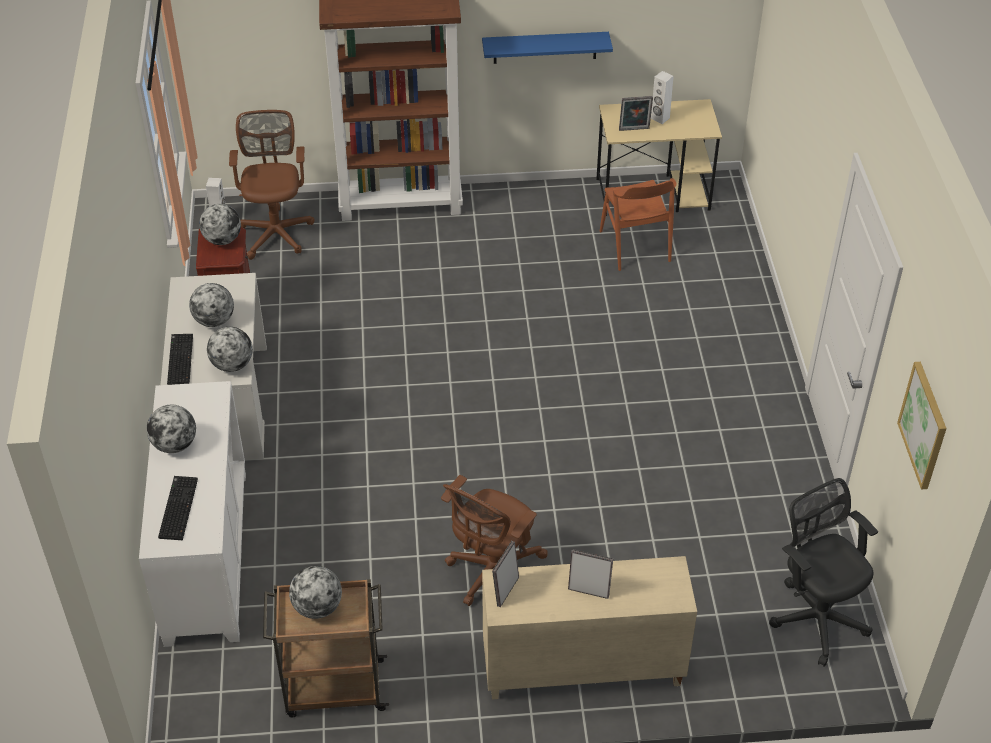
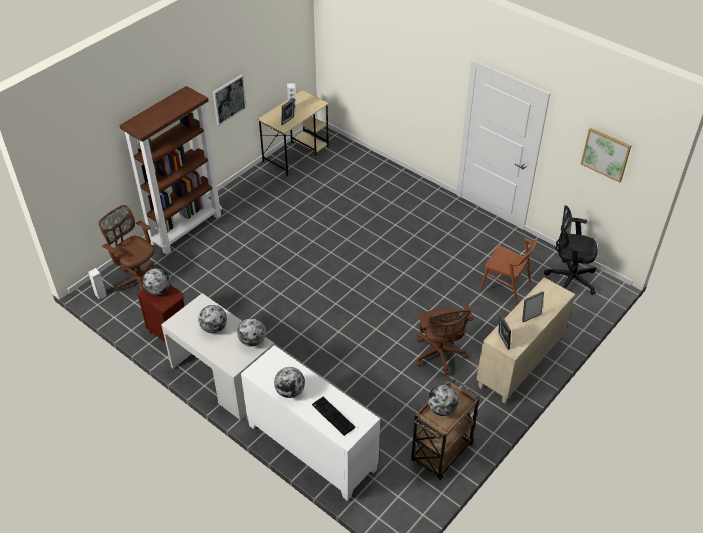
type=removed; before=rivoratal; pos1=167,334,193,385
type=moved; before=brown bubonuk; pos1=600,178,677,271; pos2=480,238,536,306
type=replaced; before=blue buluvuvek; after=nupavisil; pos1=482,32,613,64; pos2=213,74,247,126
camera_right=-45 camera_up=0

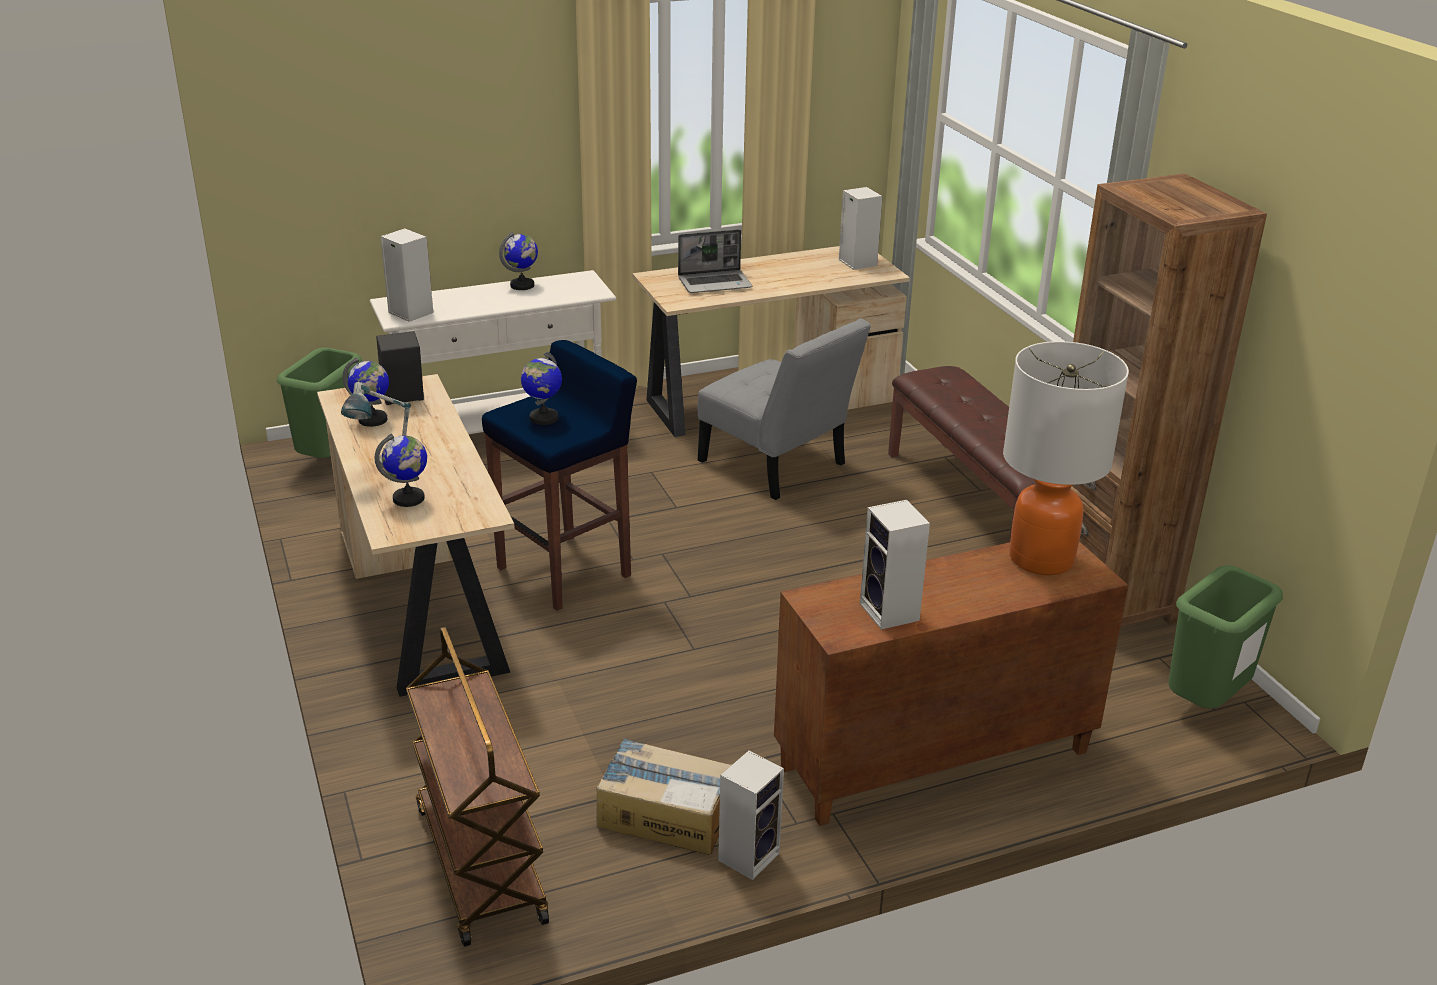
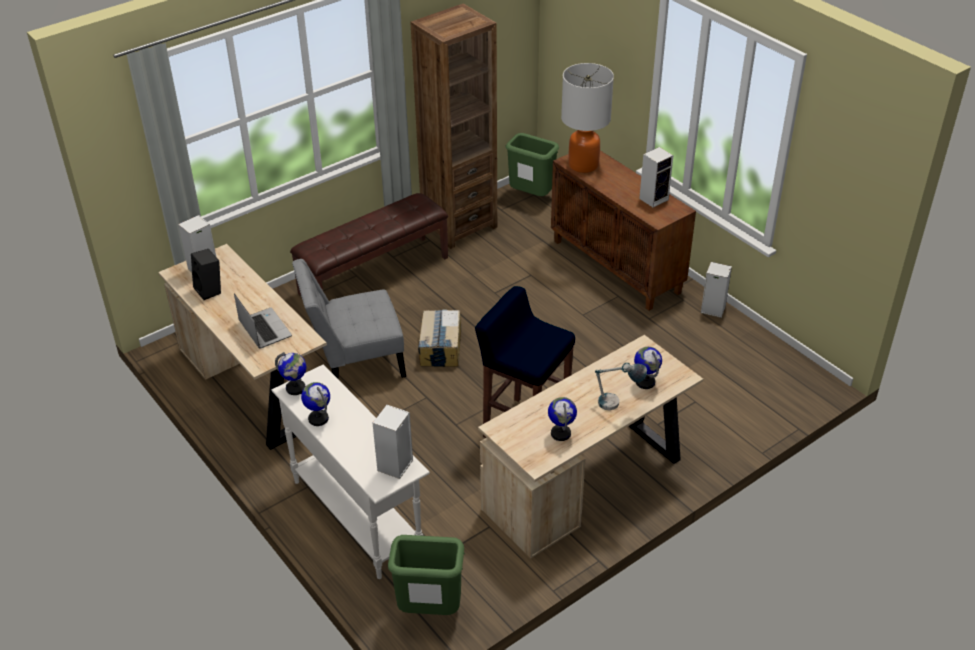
type=removed; before=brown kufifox; pos1=406,627,549,947
type=moved; before=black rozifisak; pos1=376,331,424,405; pos2=191,249,221,300
type=moved; before=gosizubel; pos1=521,352,562,425; pos2=275,352,306,395
type=moved; before=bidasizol; pos1=596,738,733,854; pos2=418,309,461,367
type=turned; before=grey bubonuk; pos1=697,319,871,500; pos2=292,259,406,379; turn=-135
camera_right=-105 camera_up=10

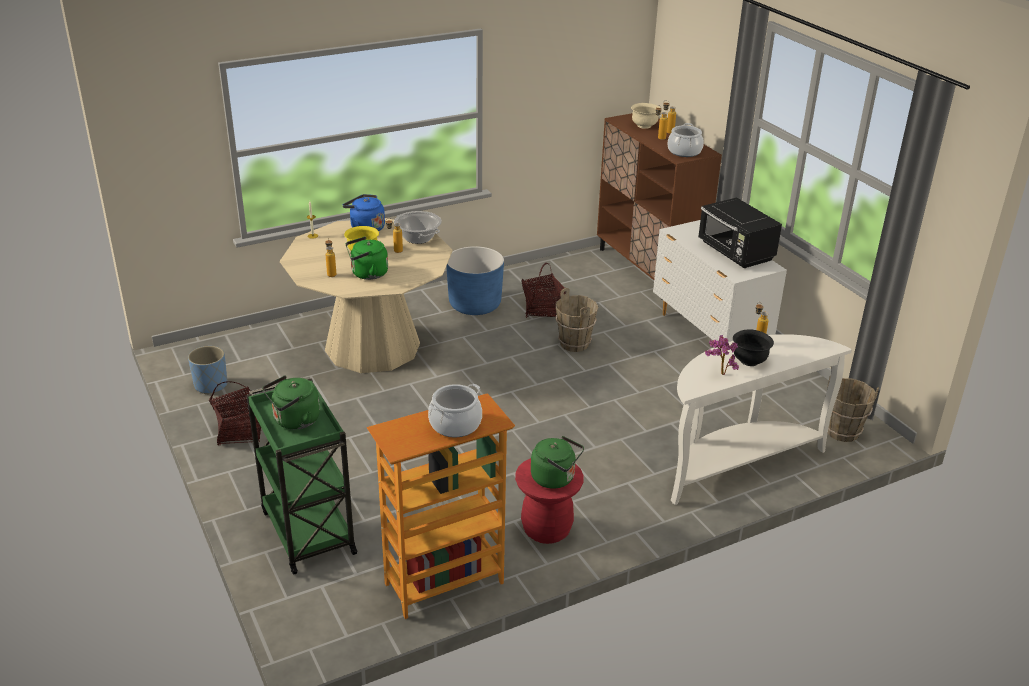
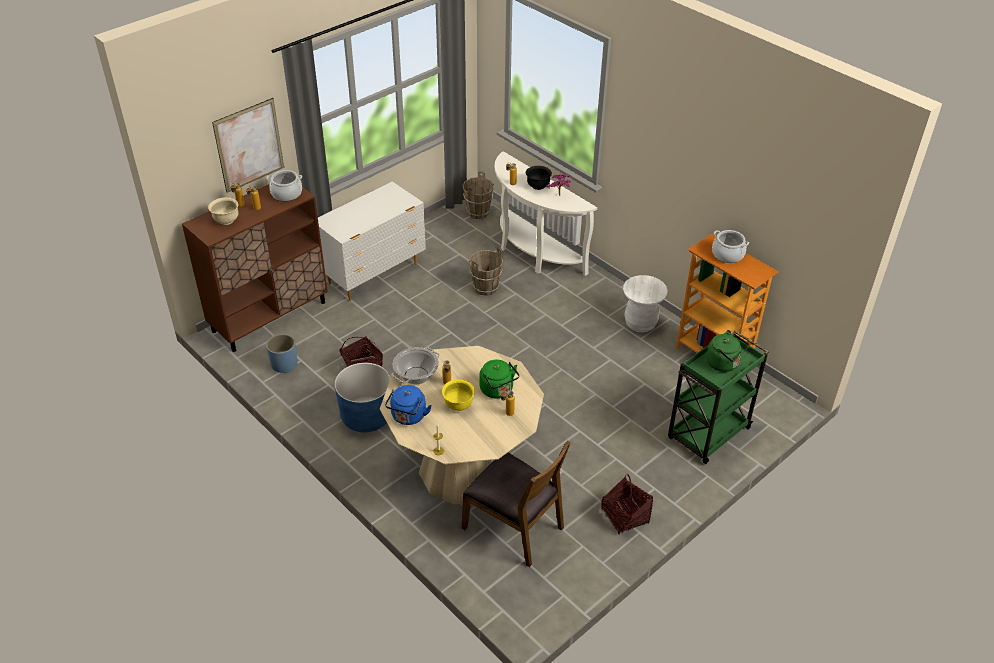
type=removed; before=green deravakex; pos1=531,436,584,489
type=removed; before=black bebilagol; pos1=698,198,782,268
type=added; after=nupavisil; pos2=212,98,284,193
type=added; after=brown bubonuk; pos2=462,441,570,567
type=moved; before=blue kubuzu; pos1=188,346,227,395; pos2=266,334,298,374
type=moved; before=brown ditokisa; pos1=556,288,598,352; pos2=469,247,503,296
type=recoloured; before=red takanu; after=white takanu; pos1=515,458,584,544; pos2=623,275,668,332
camera_right=-105 camera_up=10

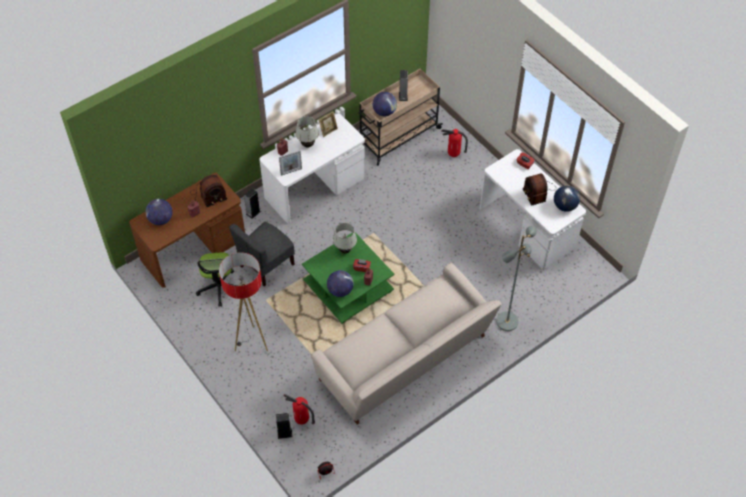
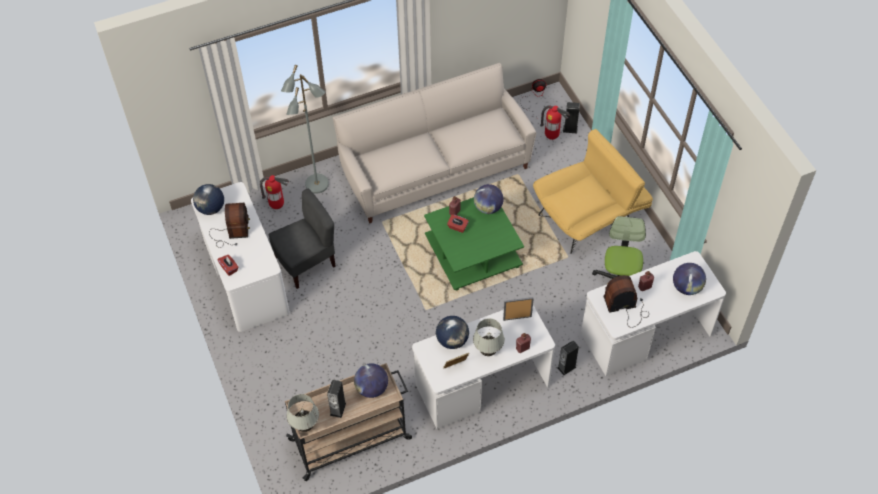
type=added; after=gosizubel; pos2=436,316,469,349
type=moved; before=grey bubonuk; pos1=229,222,295,286; pos2=268,189,336,289
type=moved; before=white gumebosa; pos1=333,223,357,253; pos2=286,394,319,432
type=moved; before=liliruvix; pos1=441,129,468,157; pos2=260,175,289,209
type=replaced; before=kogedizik; after=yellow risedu; pos1=219,252,268,351; pos2=533,129,653,254
type=recoloured; before=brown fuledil; after=white fuledil; pos1=129,173,245,288; pos2=581,251,726,376
camera_right=-165 camera_up=0

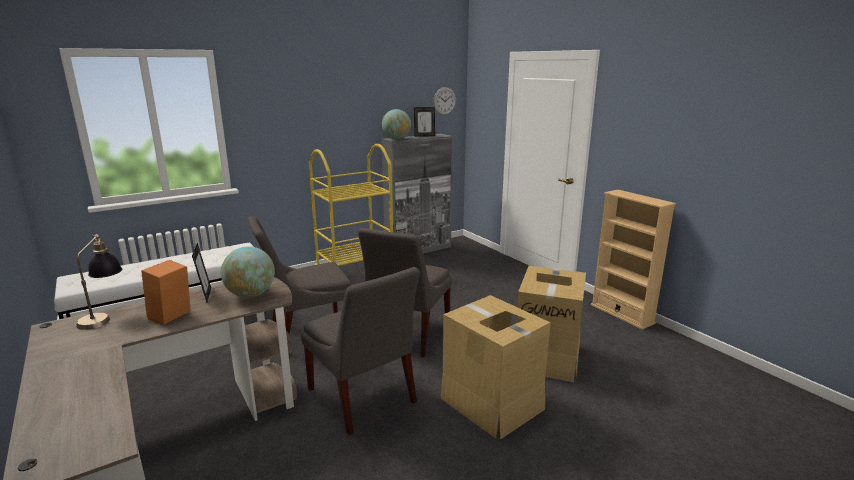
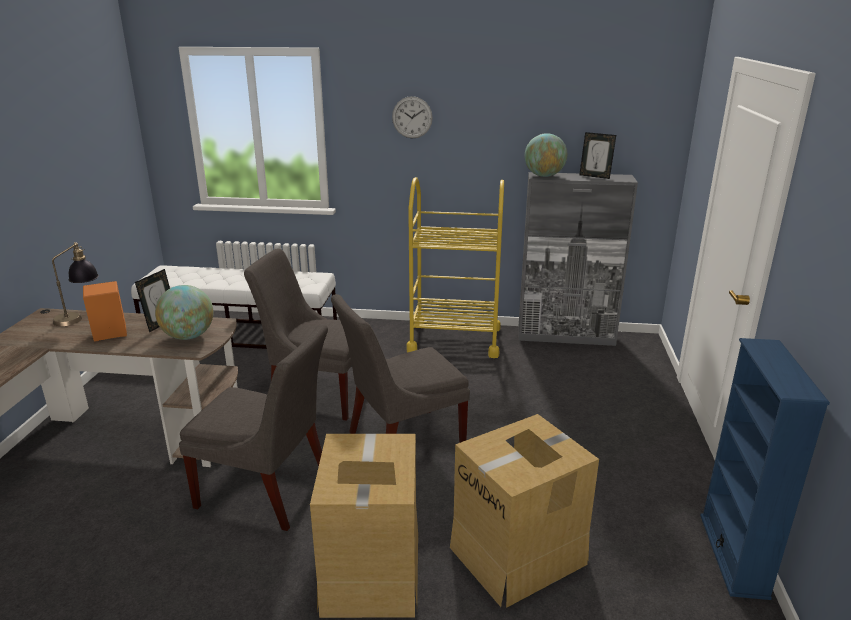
type=moved; before=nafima; pos1=433,87,456,115; pos2=392,96,433,138
type=recoloured; before=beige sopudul; after=blue sopudul; pos1=591,190,676,330; pos2=700,338,830,600
type=turned; before=grey bubonuk; pos1=301,267,420,435; pos2=179,324,328,531; turn=-75
camera_right=40 camera_up=5

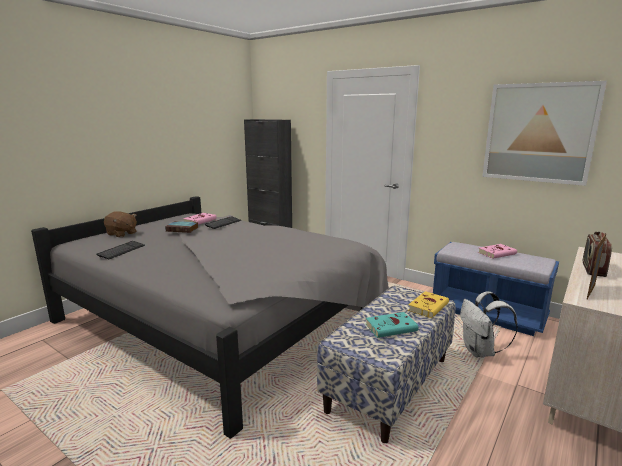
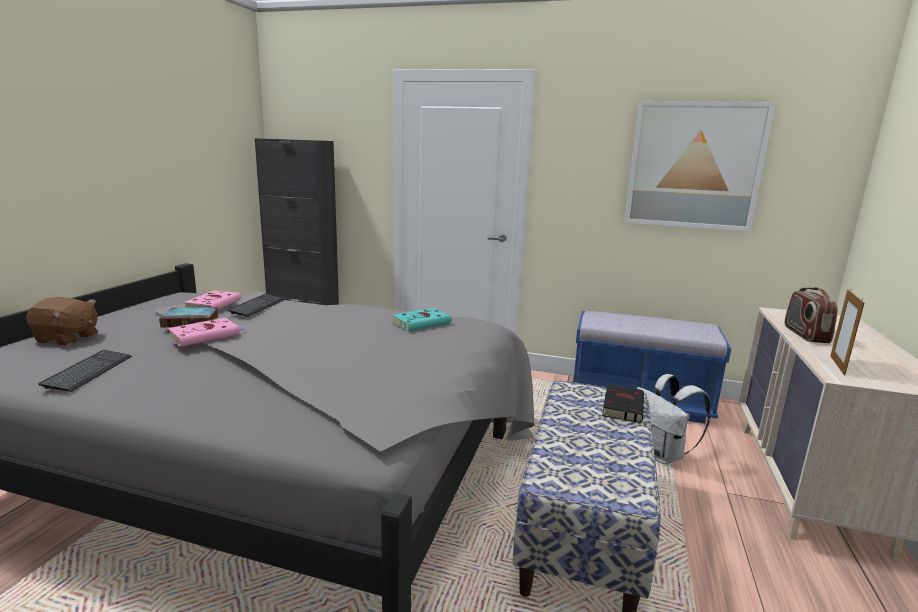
type=moved; before=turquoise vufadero; pos1=366,312,420,338; pos2=392,308,452,332
type=moved; before=pink vufadero; pos1=478,244,517,259; pos2=168,318,244,347
type=recoloured; before=yellow vufadero; after=black vufadero; pos1=408,291,449,318; pos2=602,384,644,423
camera_right=-20 camera_up=0

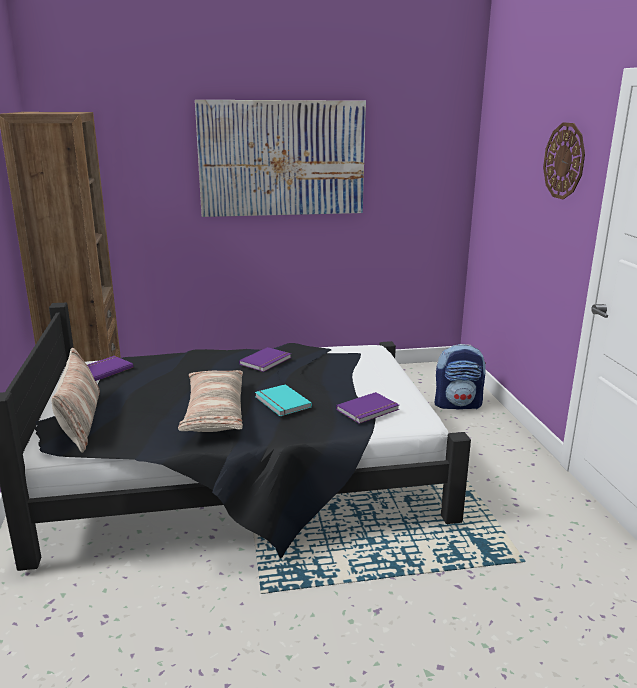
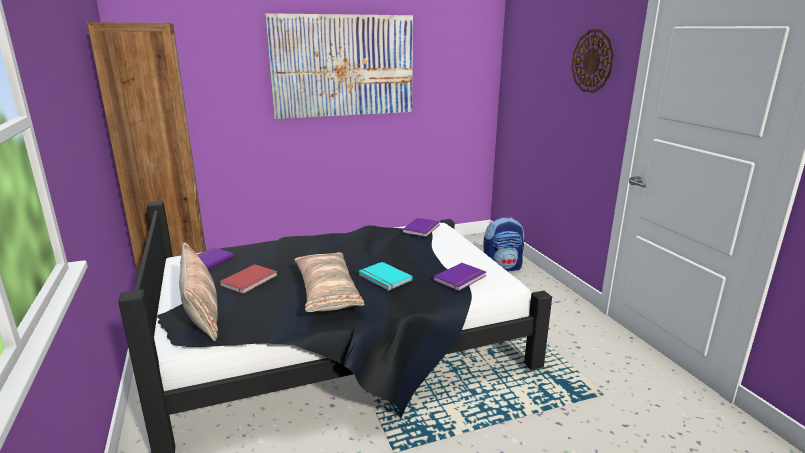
type=added; after=red vufadero; pos2=219,264,278,294
type=moved; before=purple vufadero; pos1=239,347,291,372; pos2=402,218,440,237
camera_right=-10 camera_up=0

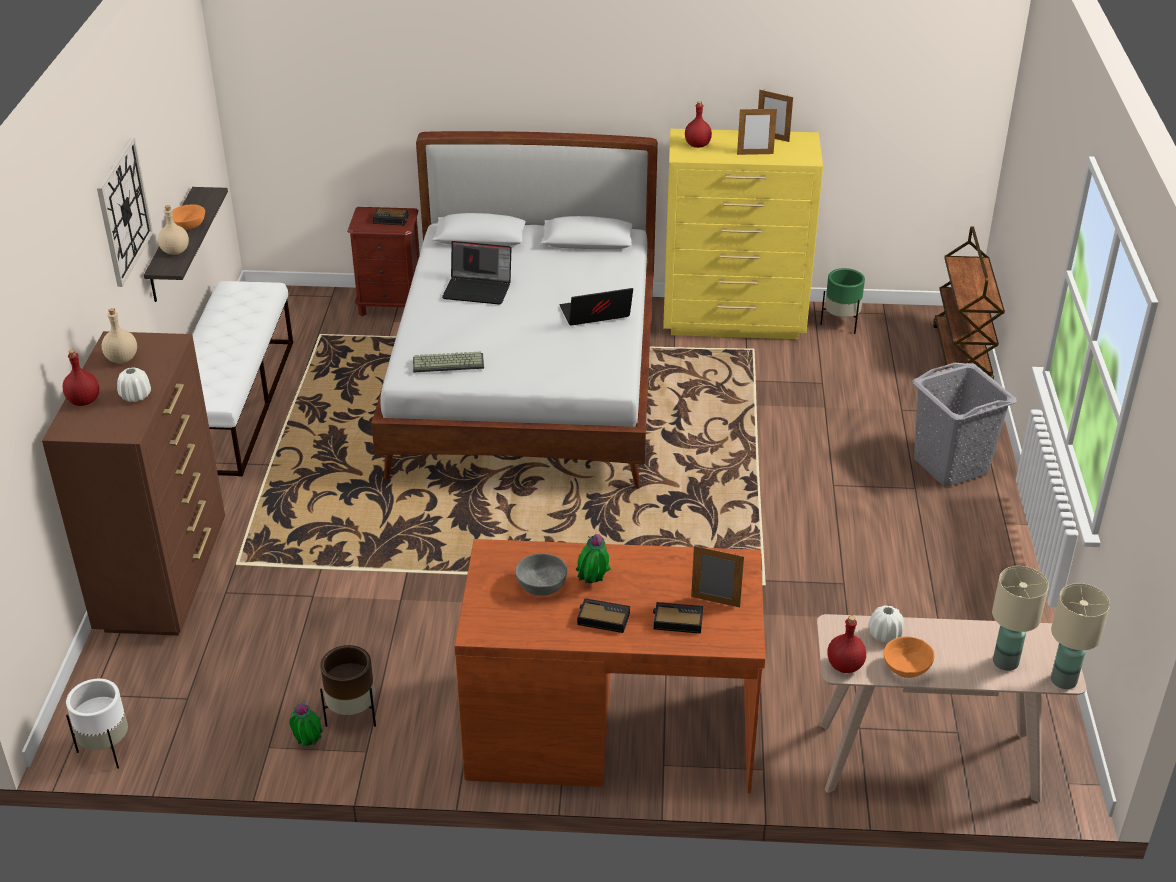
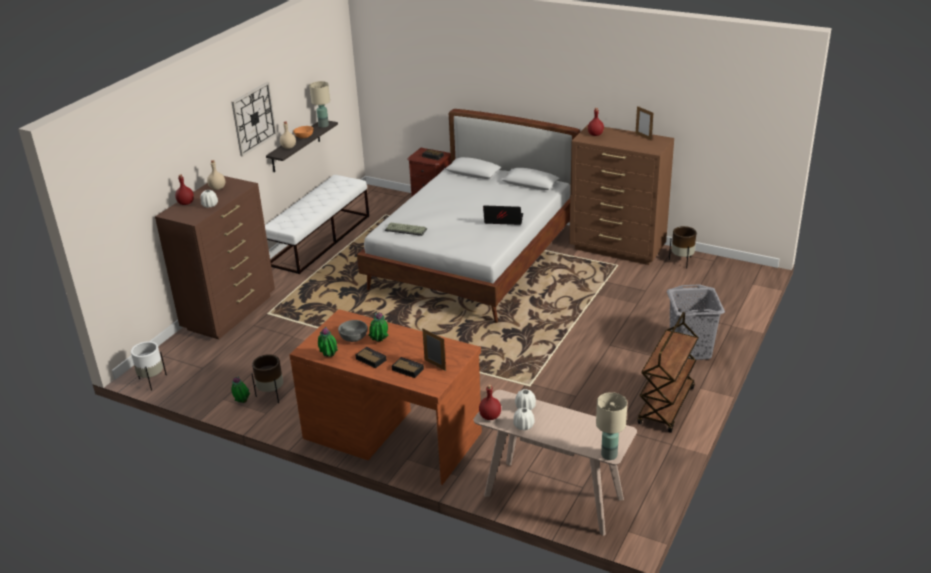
type=removed; before=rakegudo; pos1=442,241,512,305
type=removed; before=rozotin; pos1=737,108,777,155
type=added; after=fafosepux; pos2=318,327,338,357
type=moved; before=brown kufifox; pos1=933,226,1005,380; pos2=637,312,699,433
type=moved; before=beige gumebosa; pos1=992,566,1049,671; pos2=309,81,330,128
type=replaced; before=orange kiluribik; after=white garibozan; pos1=884,636,935,678; pos2=513,408,535,431
type=recoloured; before=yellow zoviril; after=brown zoviril; pos1=663,129,823,339; pos2=569,125,674,265
type=recoloured; before=green kubuzu; after=brown kubuzu; pos1=820,268,865,334; pos2=669,226,697,269
camera_right=25 camera_up=-5

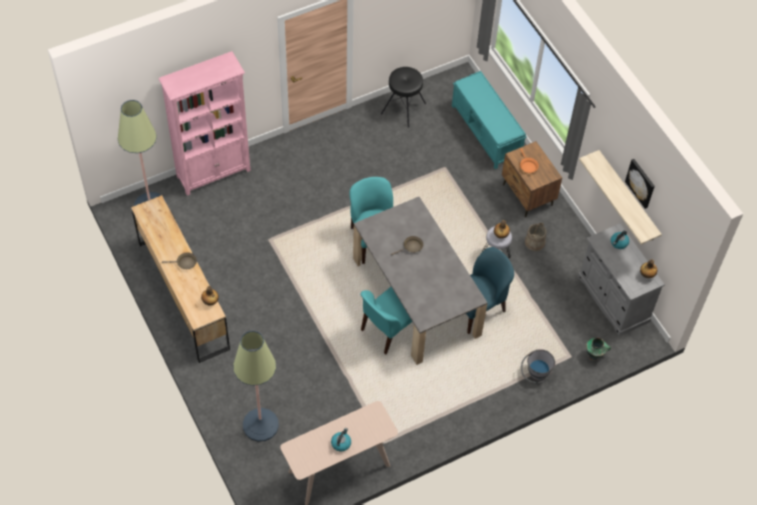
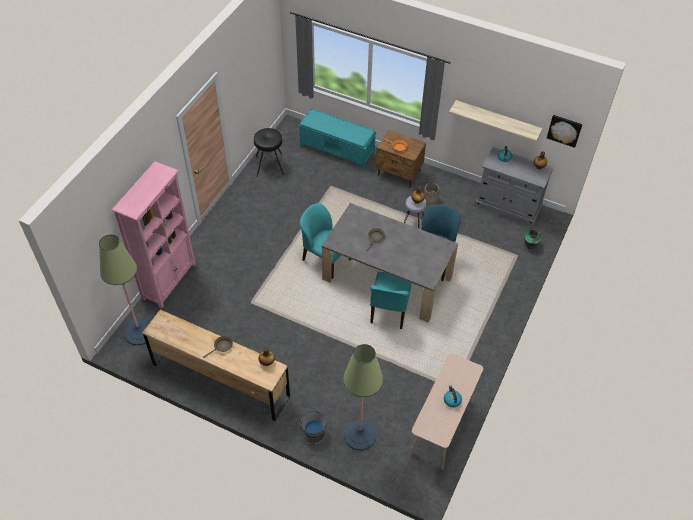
type=moved; before=grey ditokisa; pos1=521,349,555,383; pos2=298,411,328,445
type=moved; before=nupavisil; pos1=625,159,655,209; pos2=547,115,583,148
camera_right=-35 camera_up=-5

